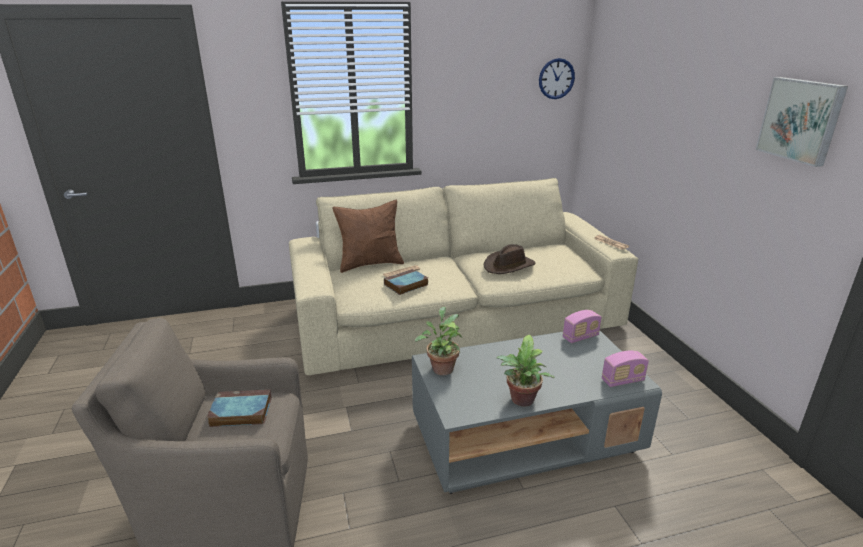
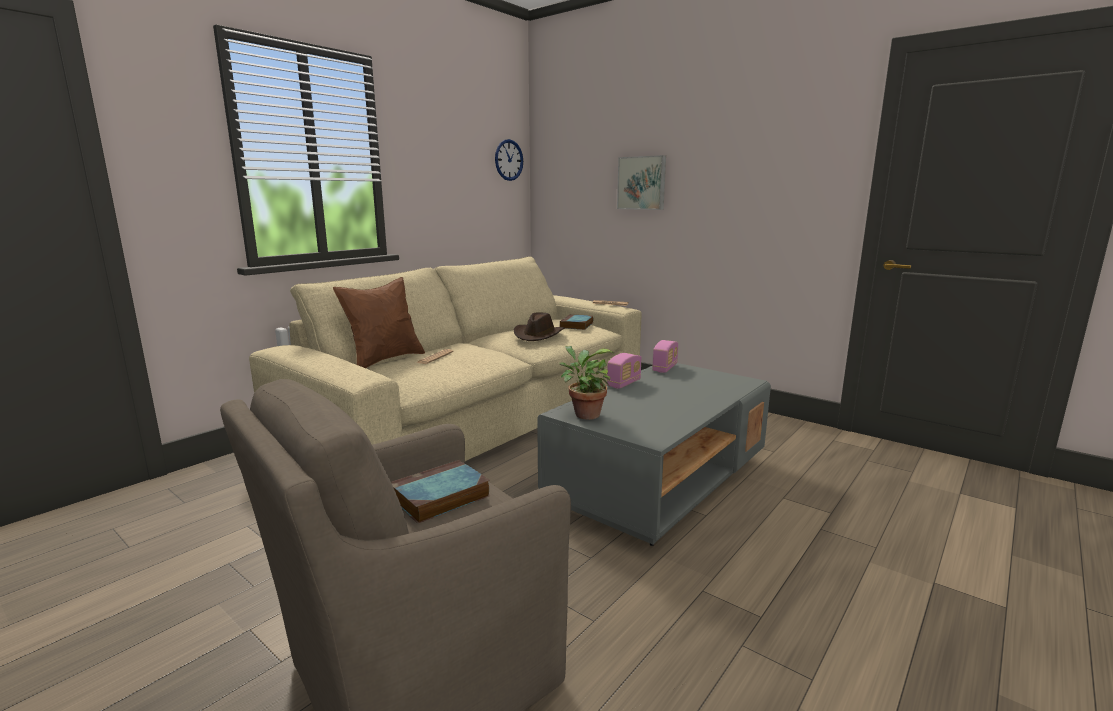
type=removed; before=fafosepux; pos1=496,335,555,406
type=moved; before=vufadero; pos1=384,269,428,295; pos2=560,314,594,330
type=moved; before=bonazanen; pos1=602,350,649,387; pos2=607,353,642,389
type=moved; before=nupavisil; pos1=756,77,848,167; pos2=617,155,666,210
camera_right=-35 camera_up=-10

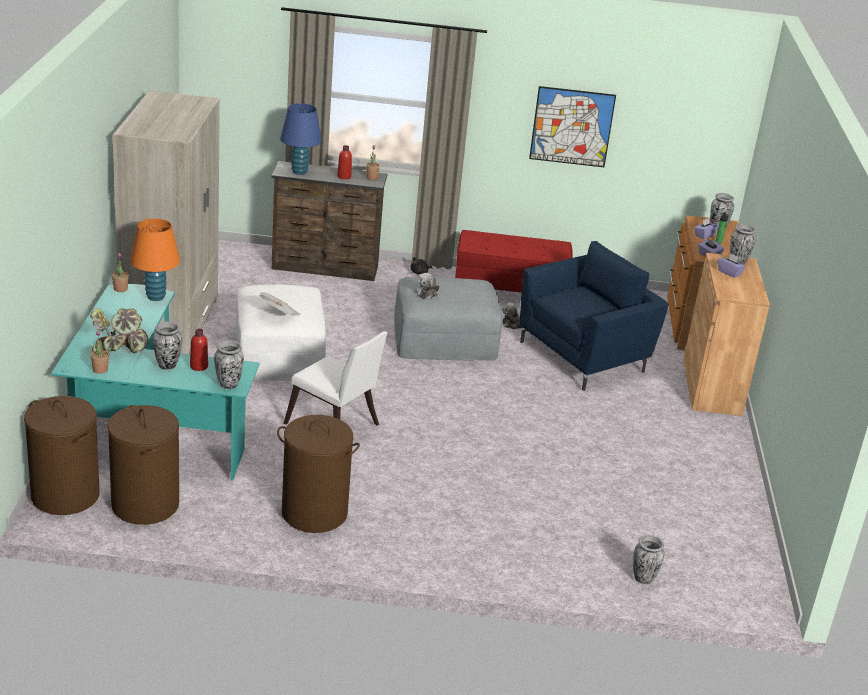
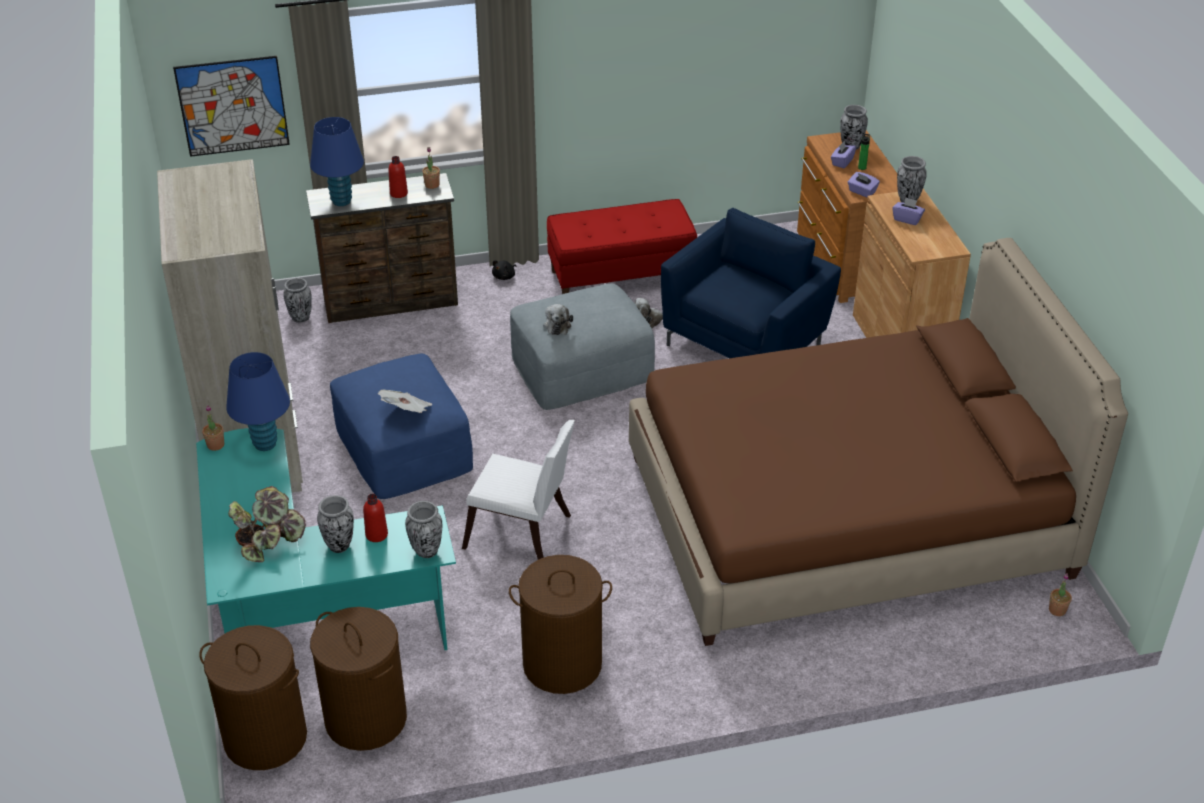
type=added; after=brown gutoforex; pos2=629,238,1128,646
type=moved; before=fafosepux; pos1=91,331,109,374; pos2=1049,573,1072,616
type=moved; before=nupavisil; pos1=529,86,616,167; pos2=173,56,290,157
type=moved; before=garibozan; pos1=633,535,664,584; pos2=283,278,312,323
type=recoloured; before=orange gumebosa; after=blue gumebosa; pos1=130,218,180,301; pos2=226,352,290,451
type=recoloured; before=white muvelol; after=blue muvelol; pos1=236,284,326,380; pos2=330,354,473,499
camera_right=-15 camera_up=10

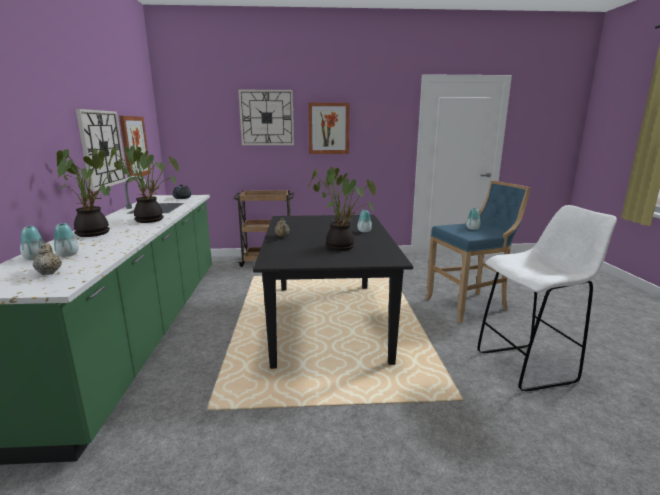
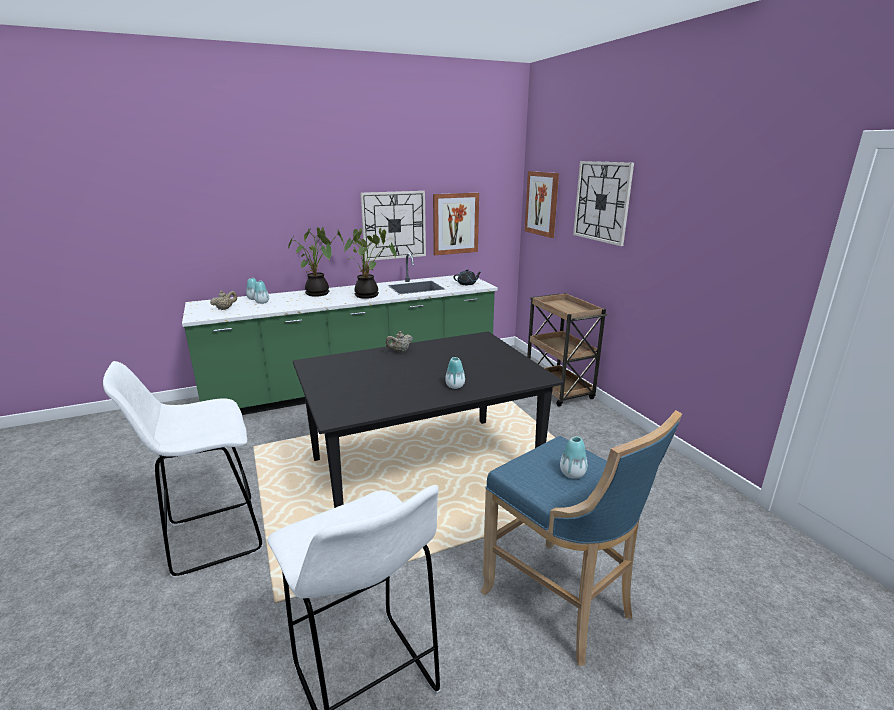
type=removed; before=fafosepux; pos1=308,167,376,251
type=added; after=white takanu; pos2=103,361,262,579
type=moved; before=nupavisil; pos1=308,103,350,154; pos2=525,171,559,238
camera_right=70 camera_up=5

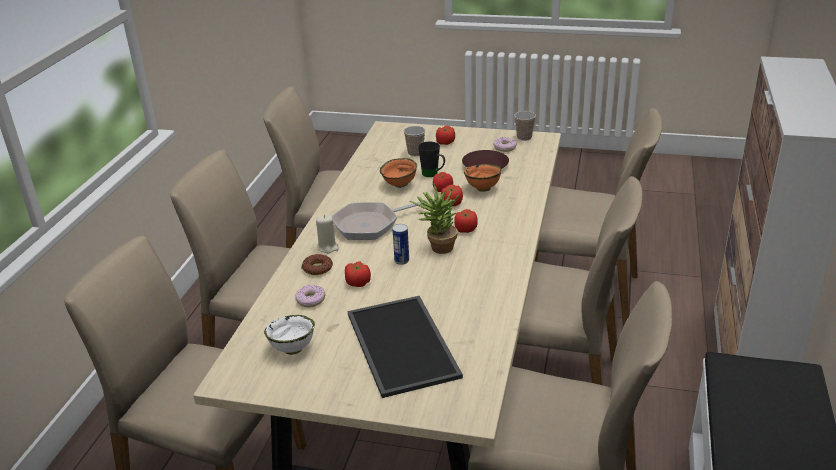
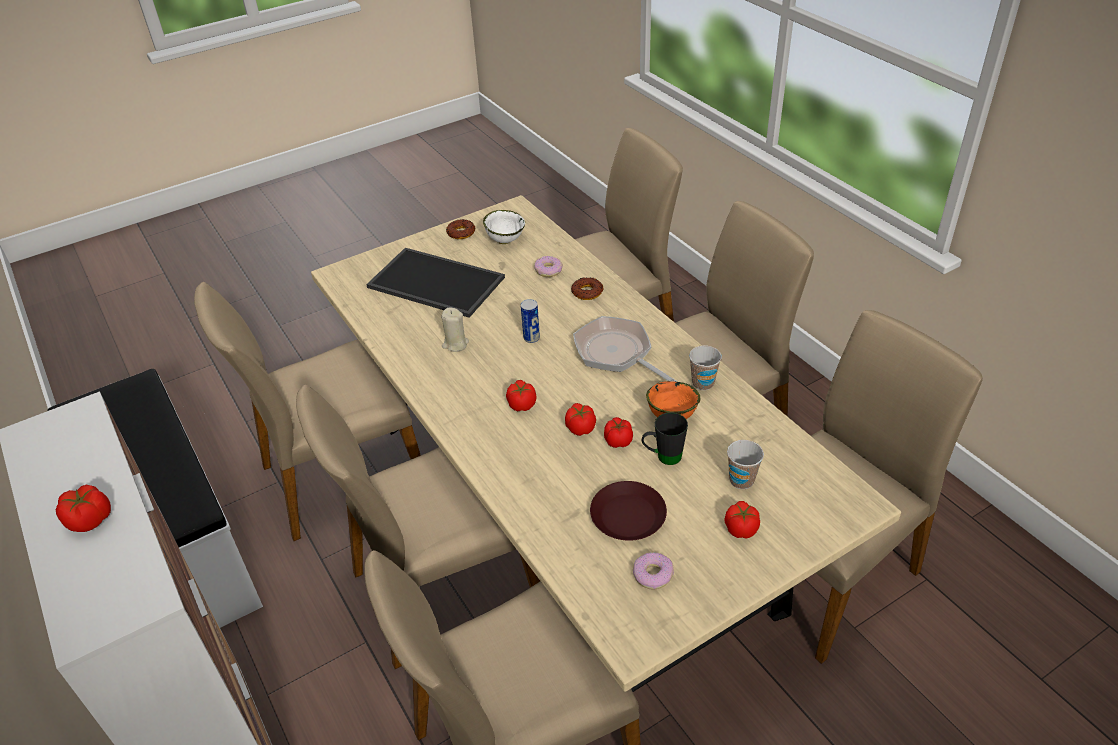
type=removed; before=fafosepux; pos1=410,183,459,254
type=removed; before=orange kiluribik; pos1=464,164,502,192
type=added; after=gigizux; pos2=446,219,475,239
type=moved; before=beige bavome; pos1=316,214,339,253; pos2=441,307,469,352
type=moved; before=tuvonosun; pos1=345,262,371,287; pos2=56,485,111,532
type=moved; before=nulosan; pos1=514,111,536,141; pos2=689,345,722,390
type=turned; before=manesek; pos1=332,200,427,240; pos2=573,316,677,382; turn=-60
camera_right=135 camera_up=10

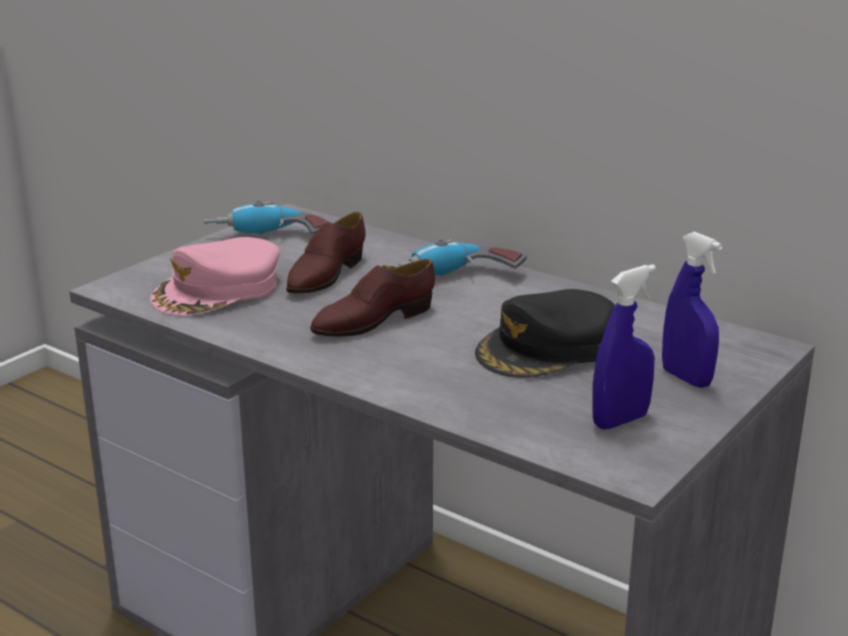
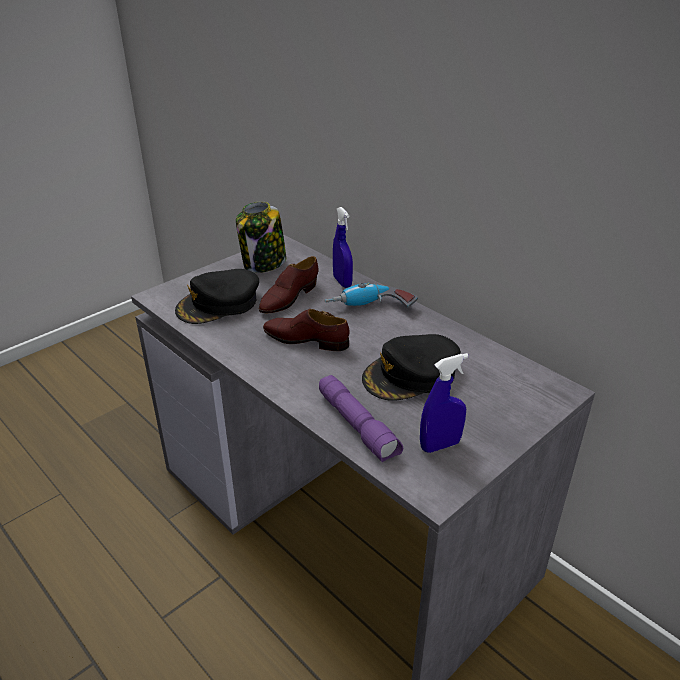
type=added; after=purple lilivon; pos2=319,375,403,462
type=moved; before=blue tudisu; pos1=662,232,723,388; pos2=333,207,353,288
type=replaced; before=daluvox; after=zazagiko; pos1=204,201,332,235; pos2=236,201,286,273
type=recoloured; before=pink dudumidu; after=black dudumidu; pos1=150,237,280,316; pos2=175,269,259,324
type=turned; before=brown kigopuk; pos1=310,259,435,337; pos2=263,309,350,351; turn=45
camera_right=10 camera_up=10

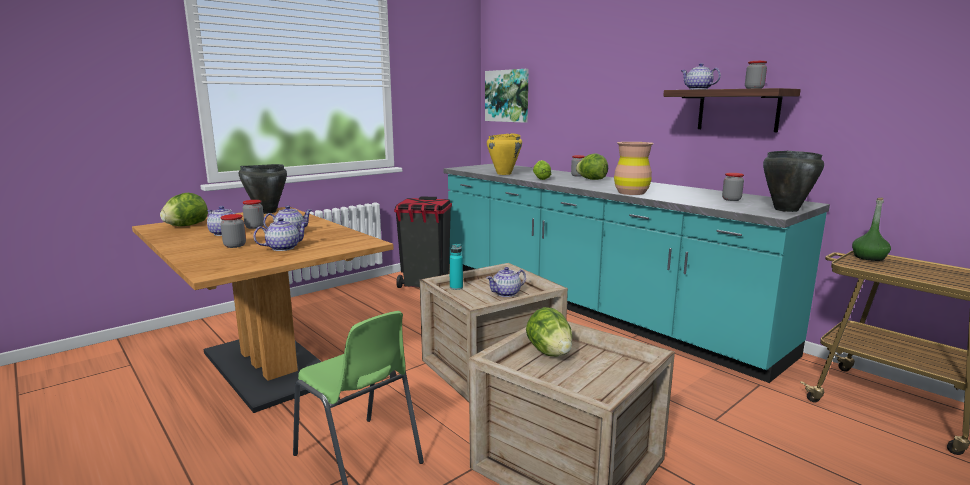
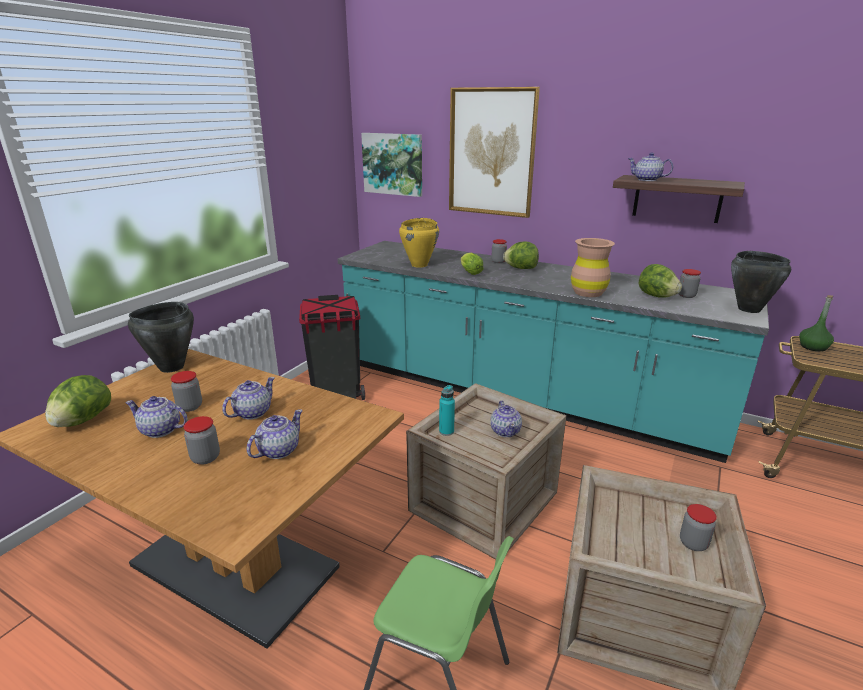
type=added; after=nupavisil; pos2=449,87,540,218
type=moved; before=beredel; pos1=526,307,572,357; pos2=639,264,682,298
type=moved; before=zazagiko; pos1=745,61,767,89; pos2=680,504,717,551
type=turned; before=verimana; pos1=486,267,526,297; pos2=491,401,522,437; turn=-45
camera_right=-20 camera_up=10

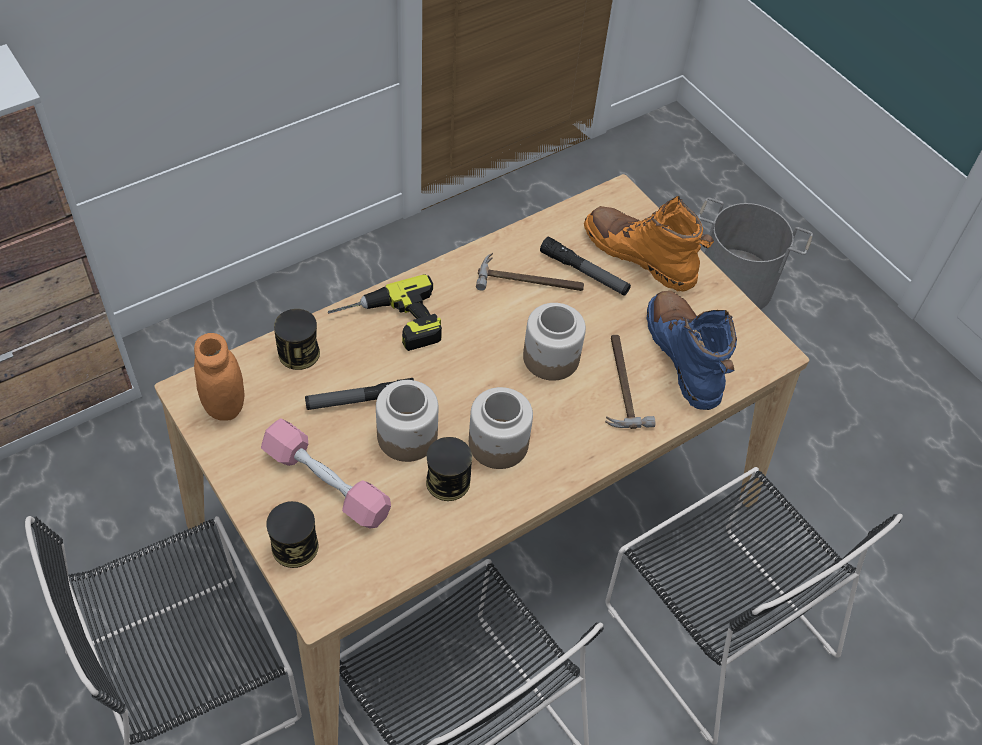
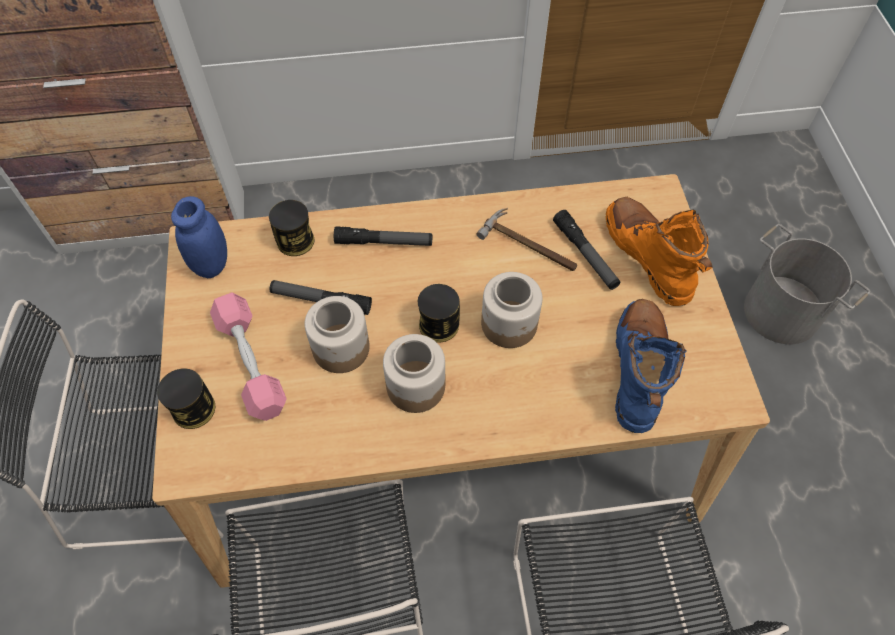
type=removed; before=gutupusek; pos1=605,335,655,429
type=moved; before=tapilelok; pos1=426,437,472,501; pos2=418,284,460,343
type=replaced; before=daluvox; after=lilivon; pos1=328,274,442,351; pos2=334,226,432,246
type=recoloured; before=orange zazagiko; after=blue zazagiko; pos1=194,333,245,421; pos2=171,196,227,278
camera_right=30 camera_up=5

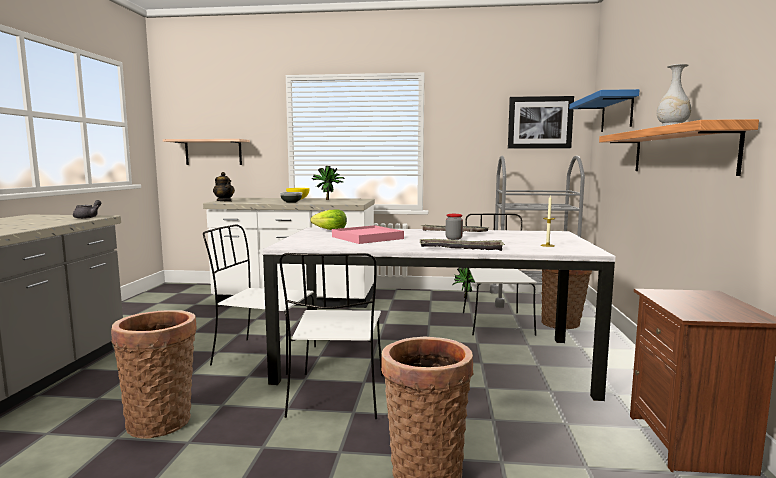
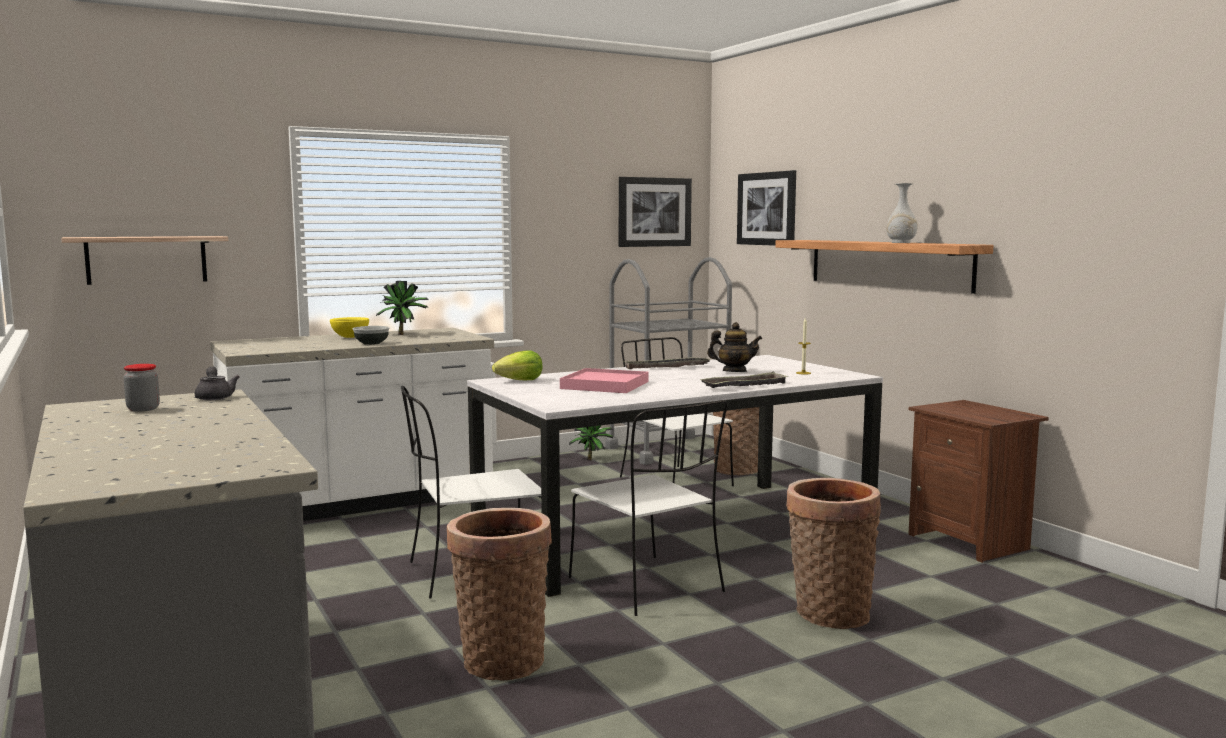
type=moved; before=verimana; pos1=213,172,235,201; pos2=707,322,762,372
type=moved; before=zazagiko; pos1=445,214,463,240; pos2=123,364,160,412
type=replaced; before=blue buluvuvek; after=nupavisil; pos1=569,89,639,132; pos2=737,170,796,246
camera_right=-35 camera_up=0

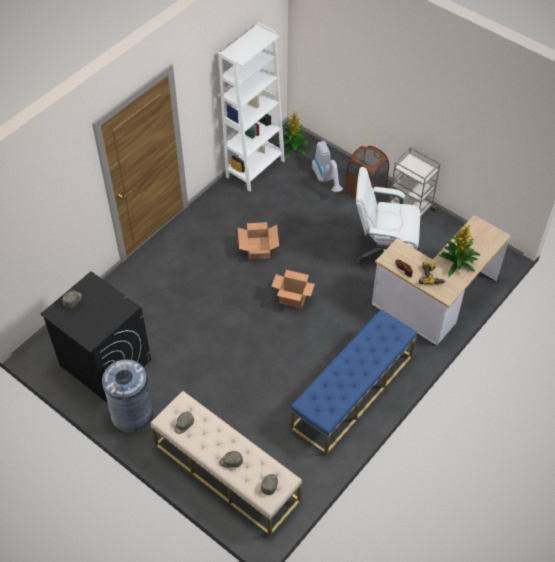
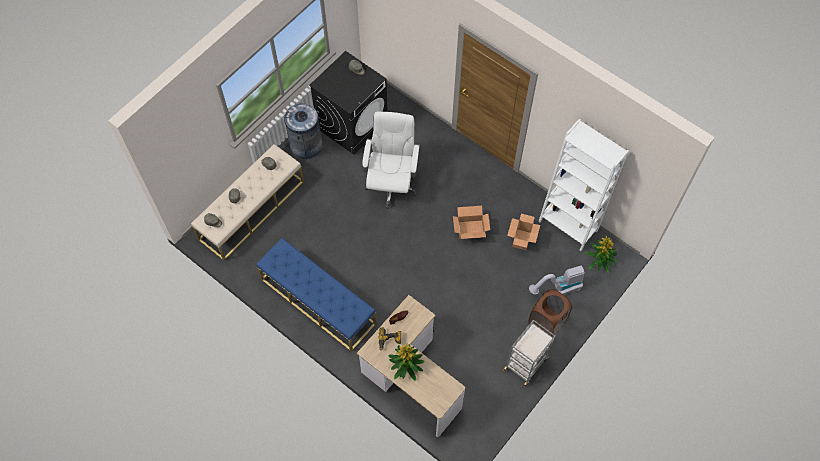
type=moved; before=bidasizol; pos1=272,270,315,309; pos2=507,214,540,250
type=moved; before=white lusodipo; pos1=356,167,420,264; pos2=362,111,420,209
camera_right=90 camera_up=10

